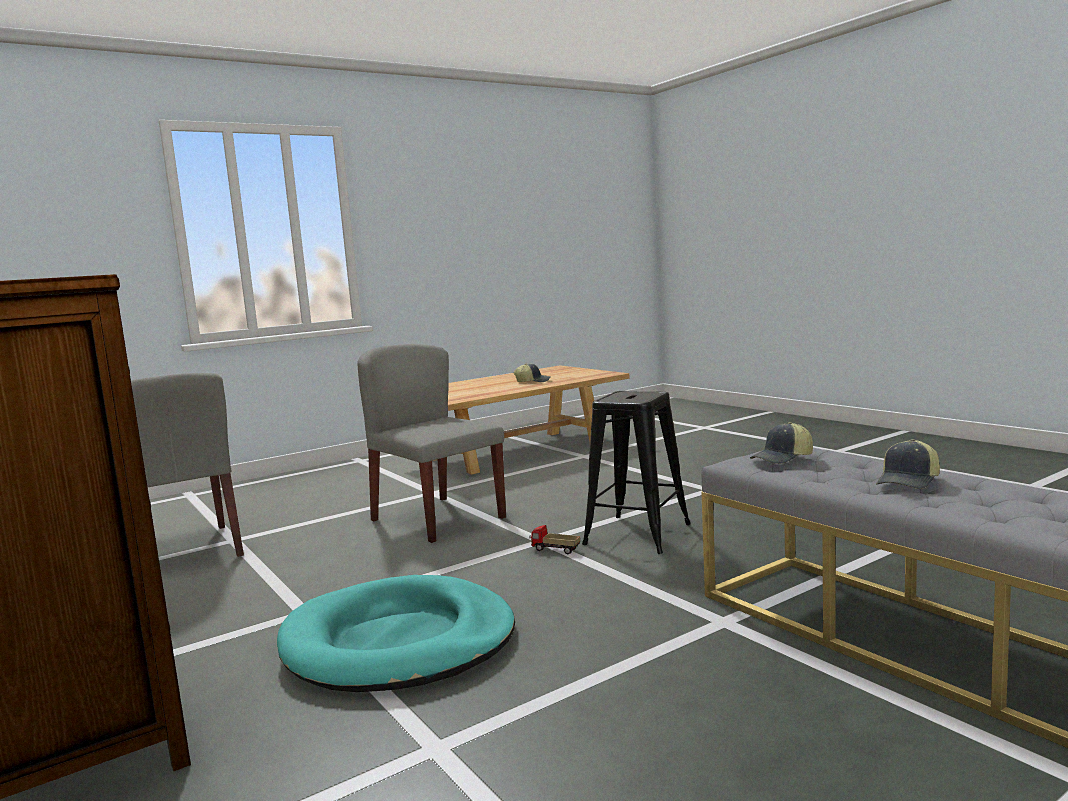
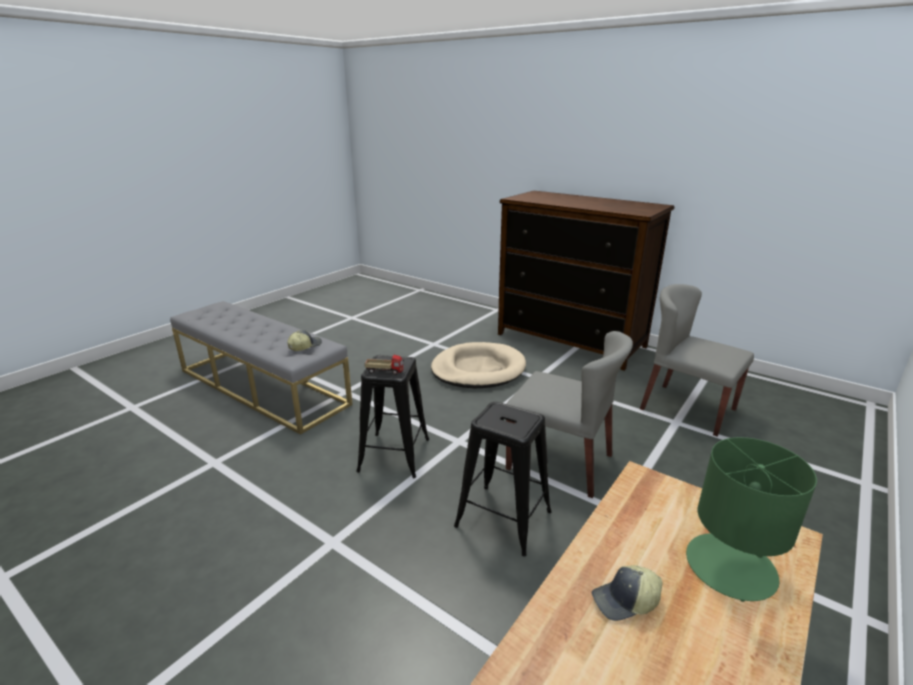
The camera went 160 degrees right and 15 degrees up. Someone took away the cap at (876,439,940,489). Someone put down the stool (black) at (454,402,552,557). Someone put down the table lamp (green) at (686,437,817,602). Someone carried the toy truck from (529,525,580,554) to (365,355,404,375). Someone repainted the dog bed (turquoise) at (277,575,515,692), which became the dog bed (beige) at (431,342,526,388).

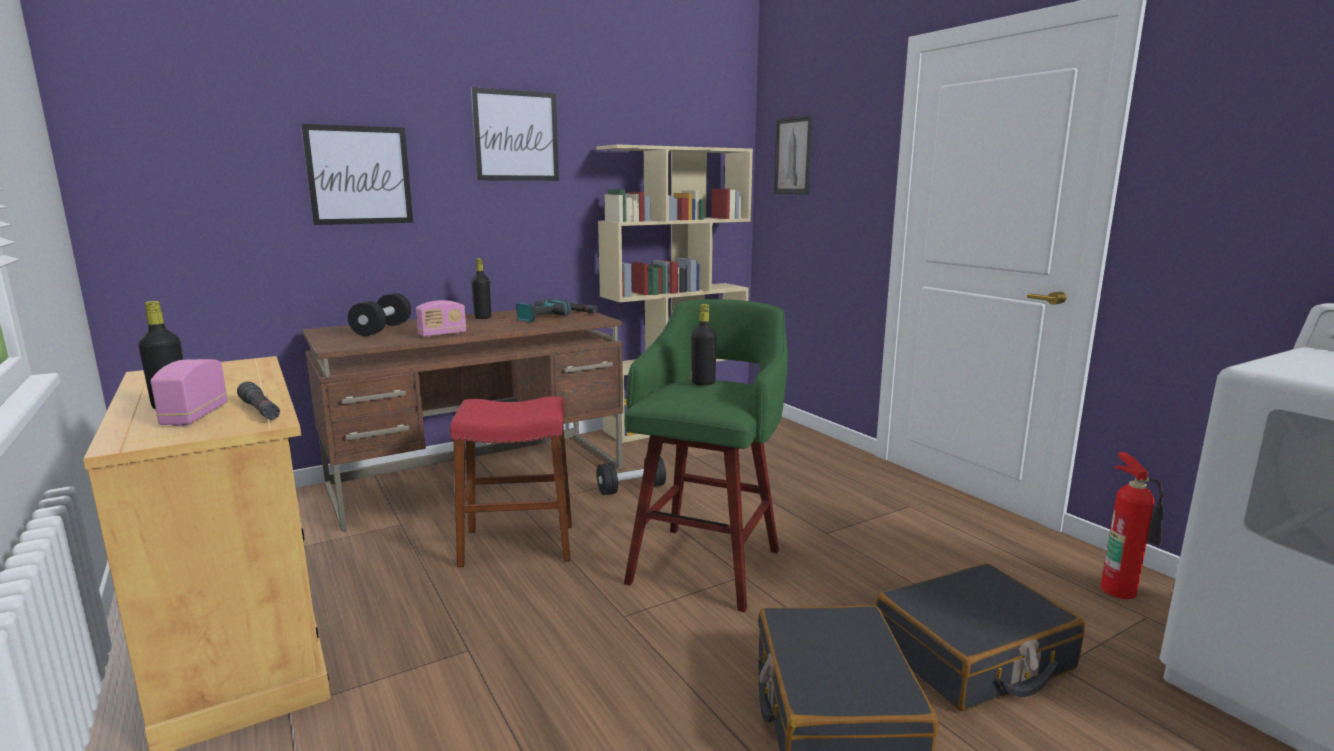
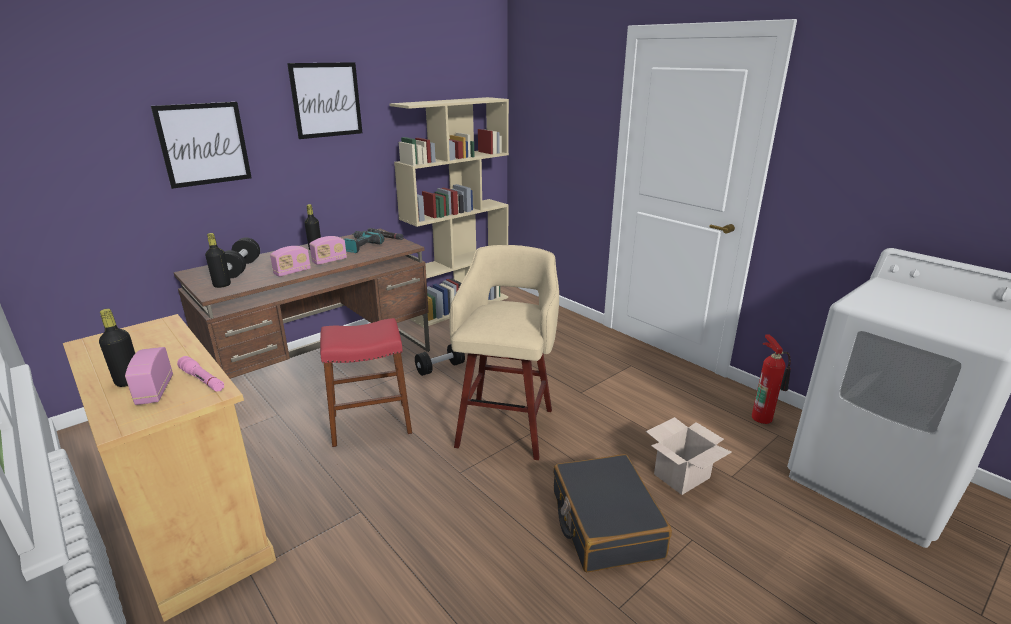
The camera went 10 degrees left and 10 degrees up. Someone took away the picture at (774,115,813,194). Someone put down the radio at (309,236,347,265). Someone carried the bottle (black) from (691,304,717,386) to (205,233,231,288). Someone swapped the suitcase (black) at (876,563,1085,711) for the cardboard box at (646,417,732,495). Someone repainted the flashlight (black) at (237,382,280,420), which became the flashlight (pink) at (177,356,224,392). Someone repainted the stool (green) at (624,299,788,612), which became the stool (beige) at (449,245,559,460).

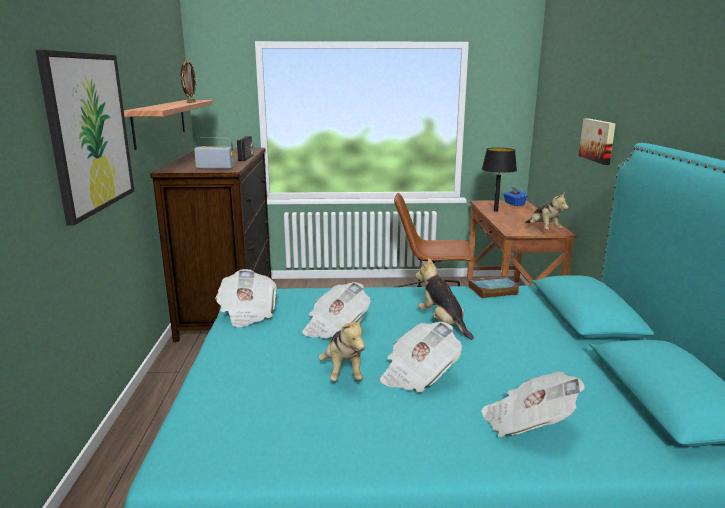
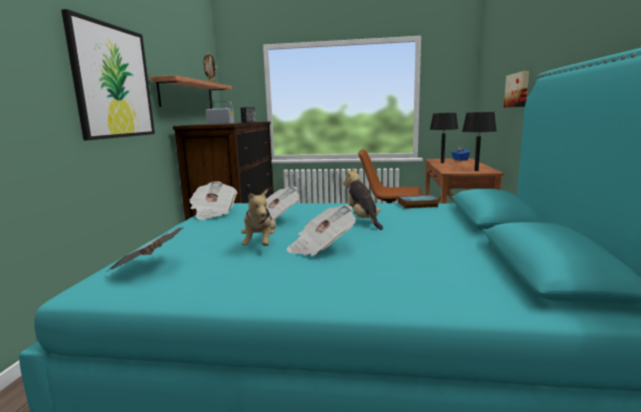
The camera went 10 degrees right and 5 degrees down. Someone carried the newspaper from (481,372,585,437) to (106,227,184,272). Someone swapped the plush toy at (525,192,569,229) for the table lamp (black) at (462,112,497,171).

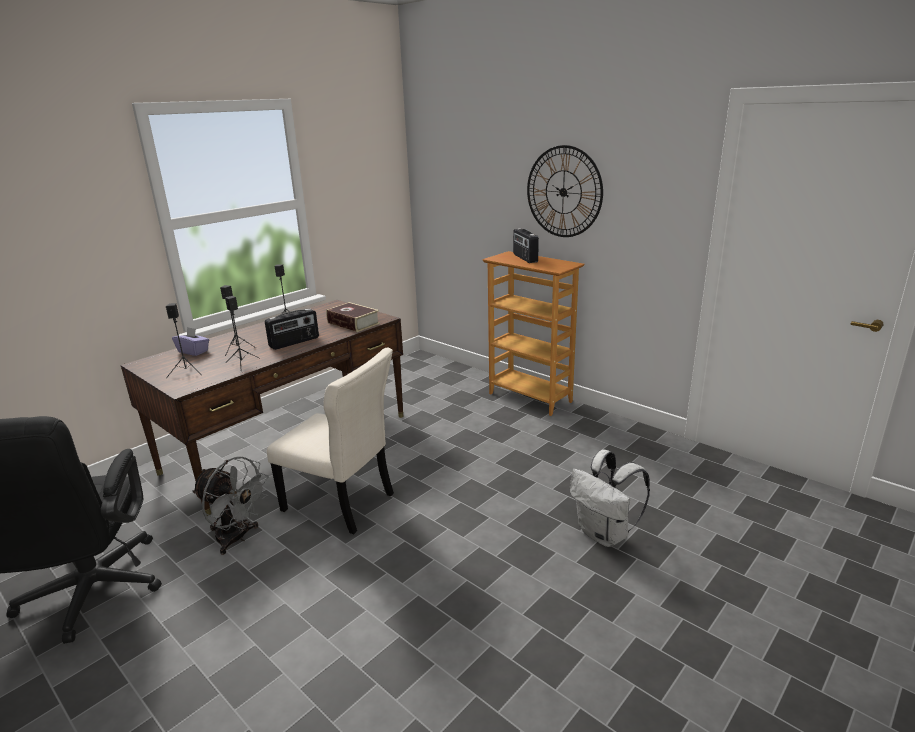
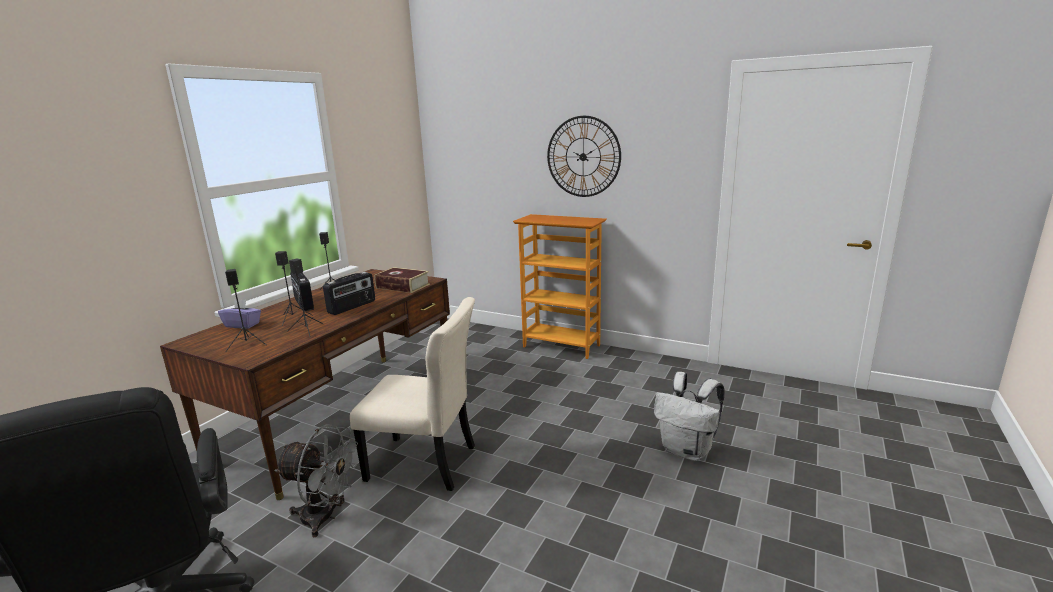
The camera went 15 degrees left and 5 degrees down. Someone carried the radio from (513,228,539,263) to (290,272,314,311).

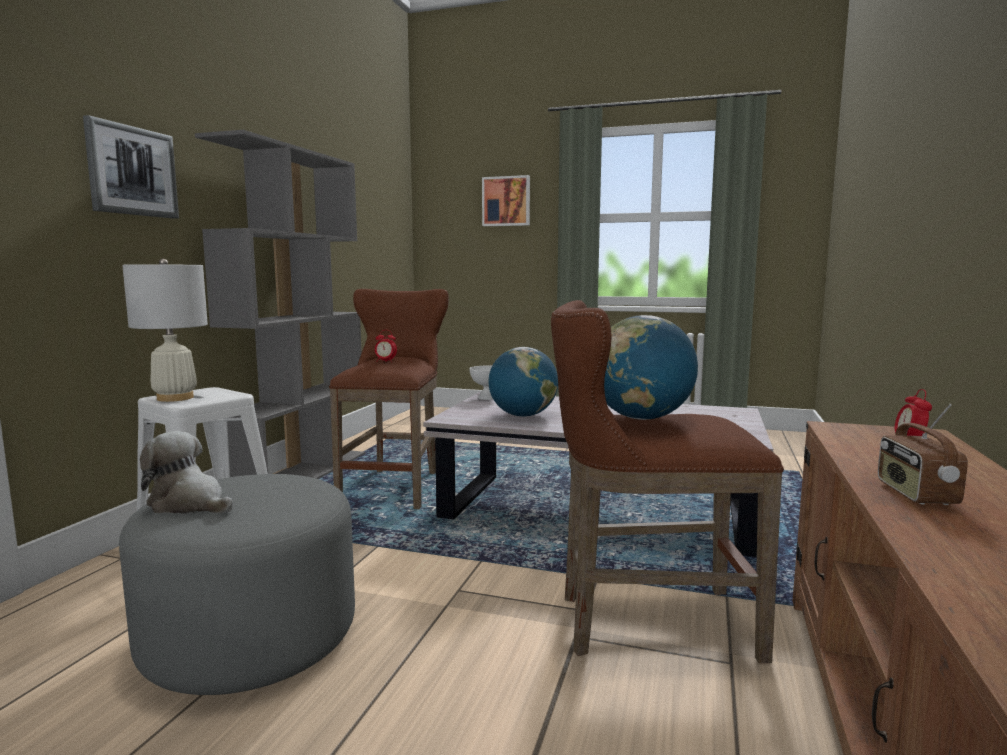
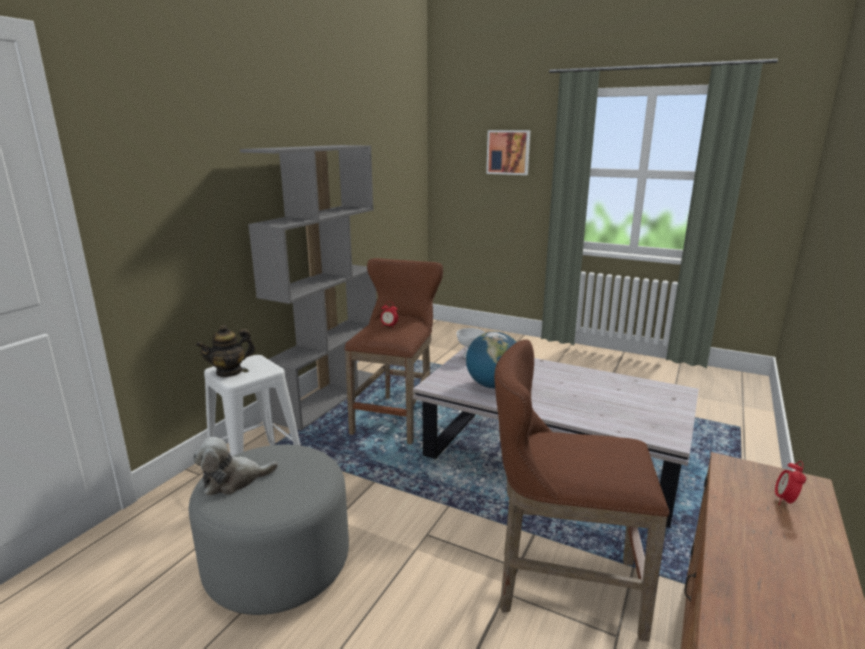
The camera went 10 degrees right and 10 degrees up. Someone took away the picture at (83,115,179,219). Someone took away the globe at (604,315,698,420). Someone took away the radio at (878,404,968,505). Someone swapped the table lamp (white) at (122,259,208,402) for the teapot at (196,324,255,377). Someone rotated the plush toy at (140,431,233,514) by 60 degrees counterclockwise.

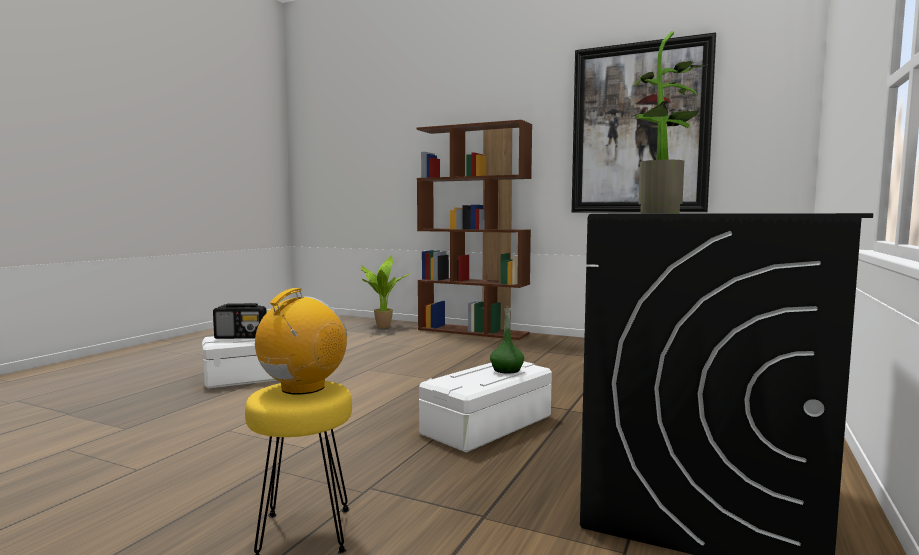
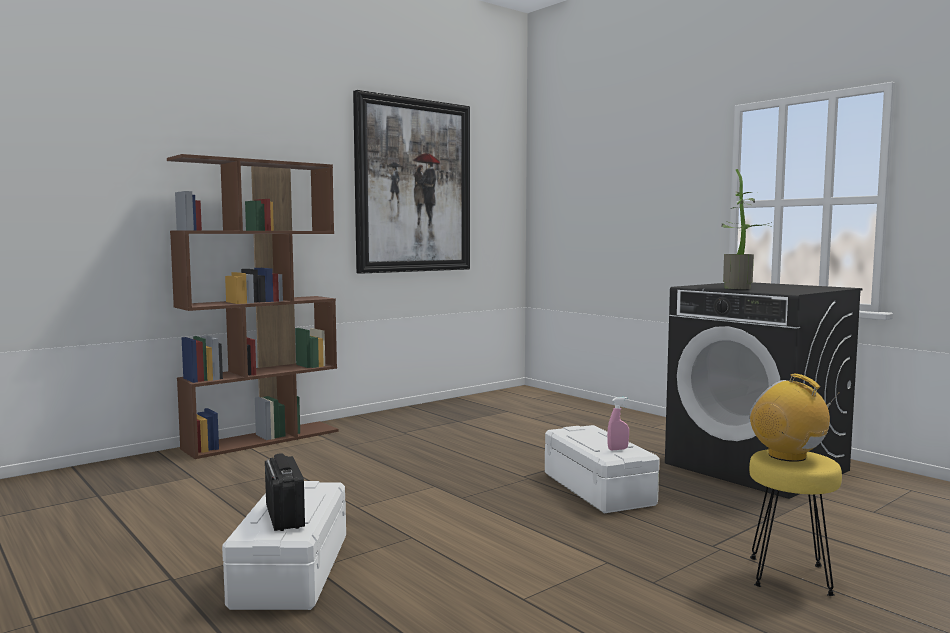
The camera went 65 degrees left and 0 degrees up. Someone took away the potted plant at (359,255,411,328). Someone took away the bottle (green) at (490,306,524,374). Someone put down the spray bottle (pink) at (607,397,629,450). Someone rotated the radio at (213,303,266,339) by 45 degrees counterclockwise.

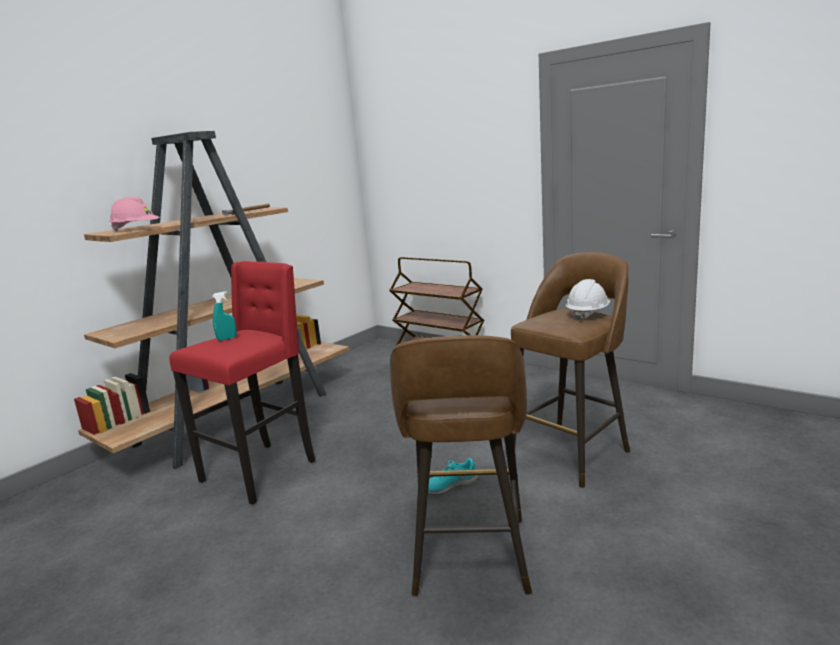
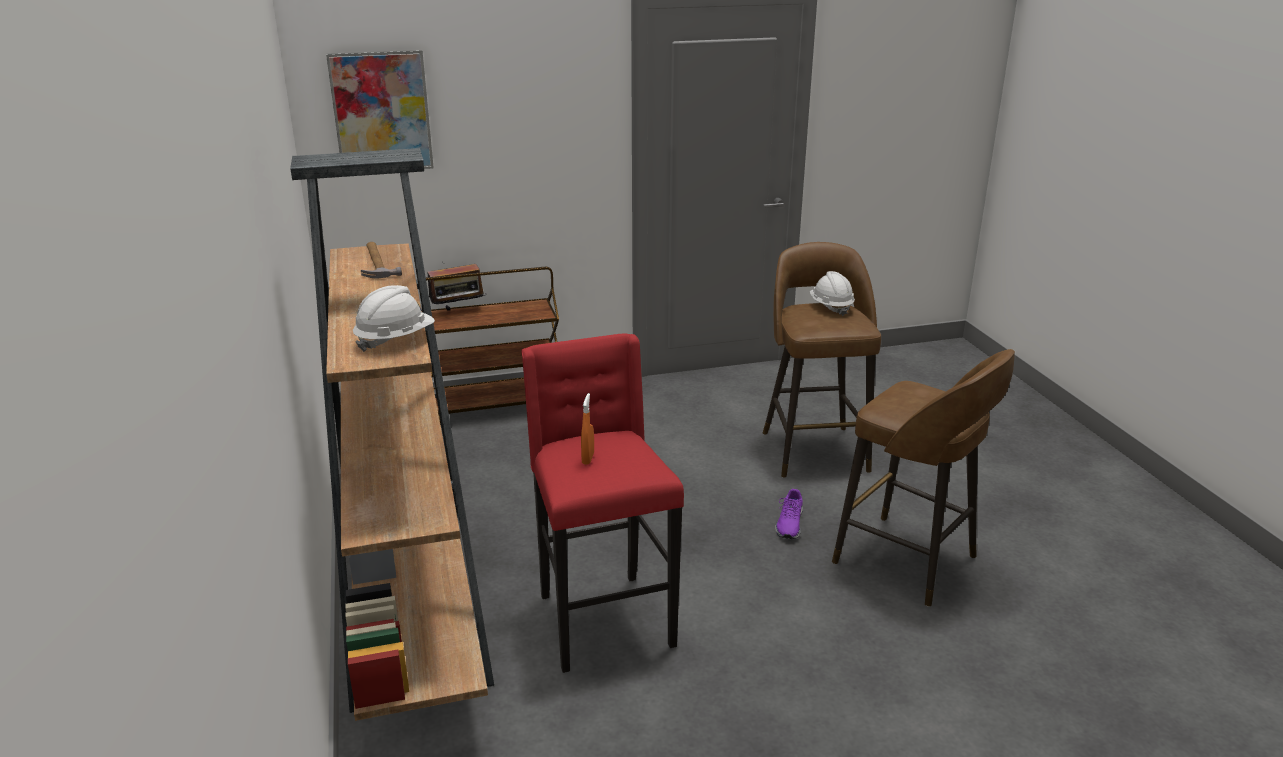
The camera went 55 degrees left and 10 degrees up. Someone put up the picture at (326,50,434,169). Someone put down the radio at (427,264,487,311). Someone repainted the hard hat (pink) at (109,197,160,231), which became the hard hat (white) at (353,285,435,352). Someone repainted the spray bottle (turquoise) at (212,291,237,341), which became the spray bottle (orange) at (581,393,594,465). Someone repainted the shoe (turquoise) at (428,458,479,495), which became the shoe (purple) at (775,489,803,539).

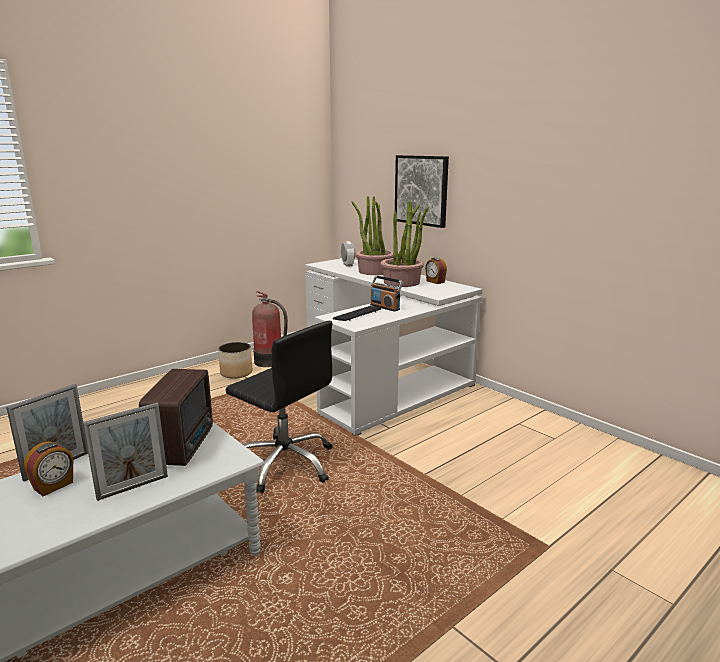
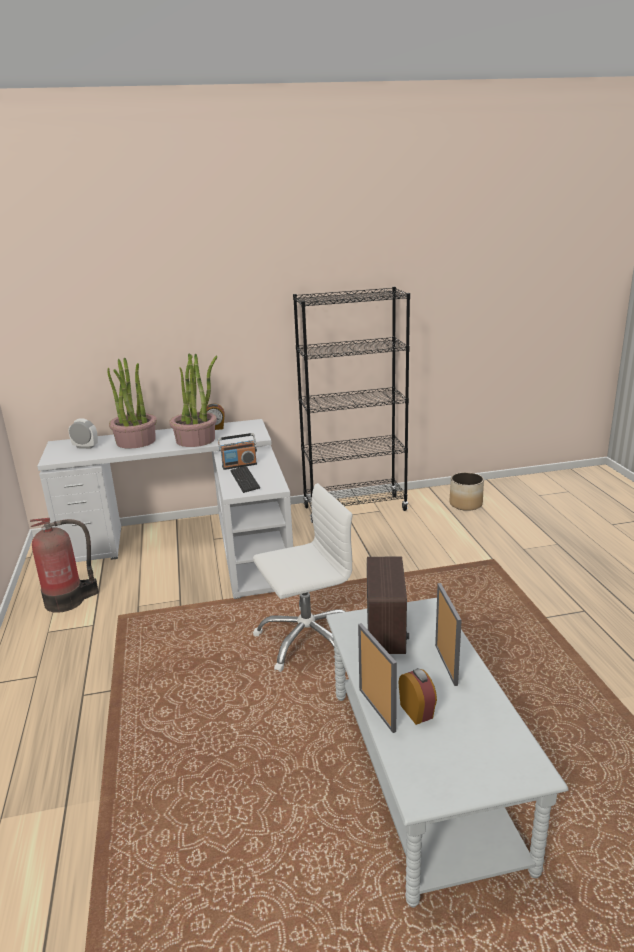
The camera went 60 degrees left and 5 degrees up. Someone took away the picture at (395,155,449,228). Someone put down the bookcase (black) at (293,287,410,523). Someone carried the planter from (218,342,252,379) to (450,472,484,511). Someone repainted the office chair (black) at (226,321,332,494), which became the office chair (white) at (253,483,353,672). Someone rotated the radio at (139,369,213,466) by 60 degrees clockwise.

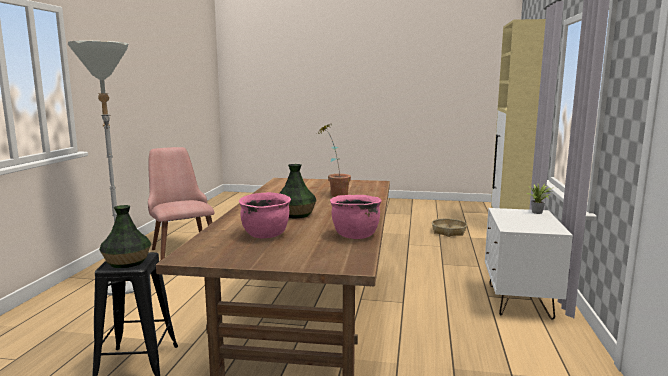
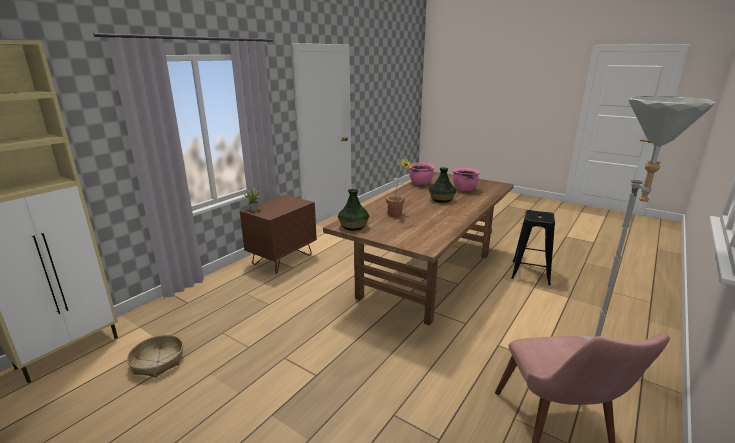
The camera went 155 degrees left and 10 degrees up. Someone carried the vase from (99,205,151,268) to (338,189,370,231). Someone repainted the nightstand (white) at (485,208,573,320), which became the nightstand (brown) at (240,195,317,274).

